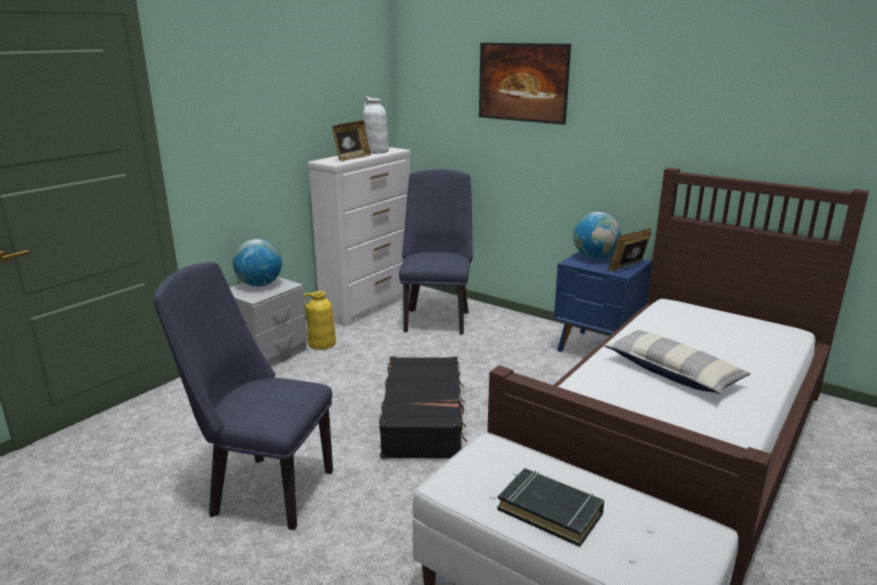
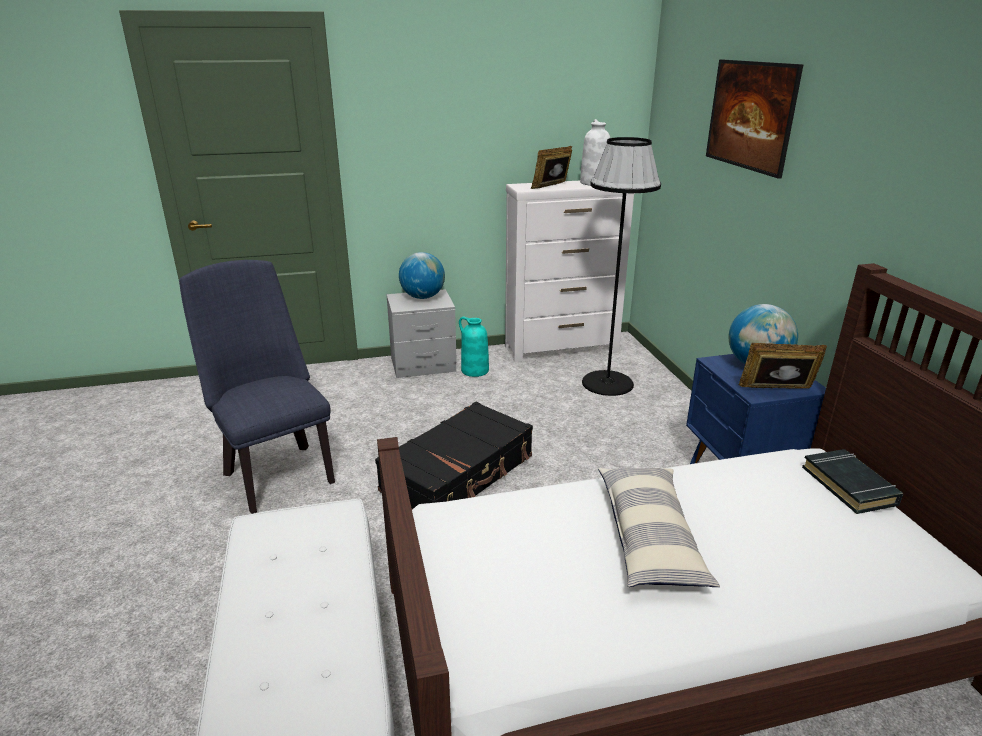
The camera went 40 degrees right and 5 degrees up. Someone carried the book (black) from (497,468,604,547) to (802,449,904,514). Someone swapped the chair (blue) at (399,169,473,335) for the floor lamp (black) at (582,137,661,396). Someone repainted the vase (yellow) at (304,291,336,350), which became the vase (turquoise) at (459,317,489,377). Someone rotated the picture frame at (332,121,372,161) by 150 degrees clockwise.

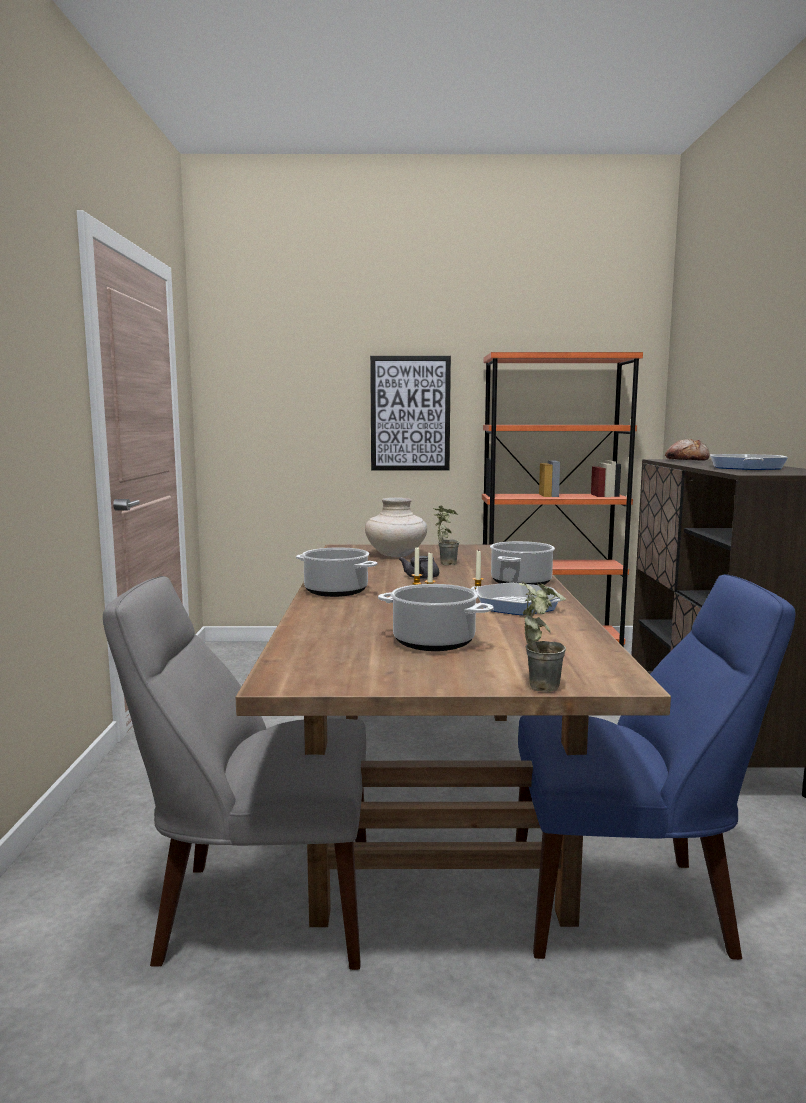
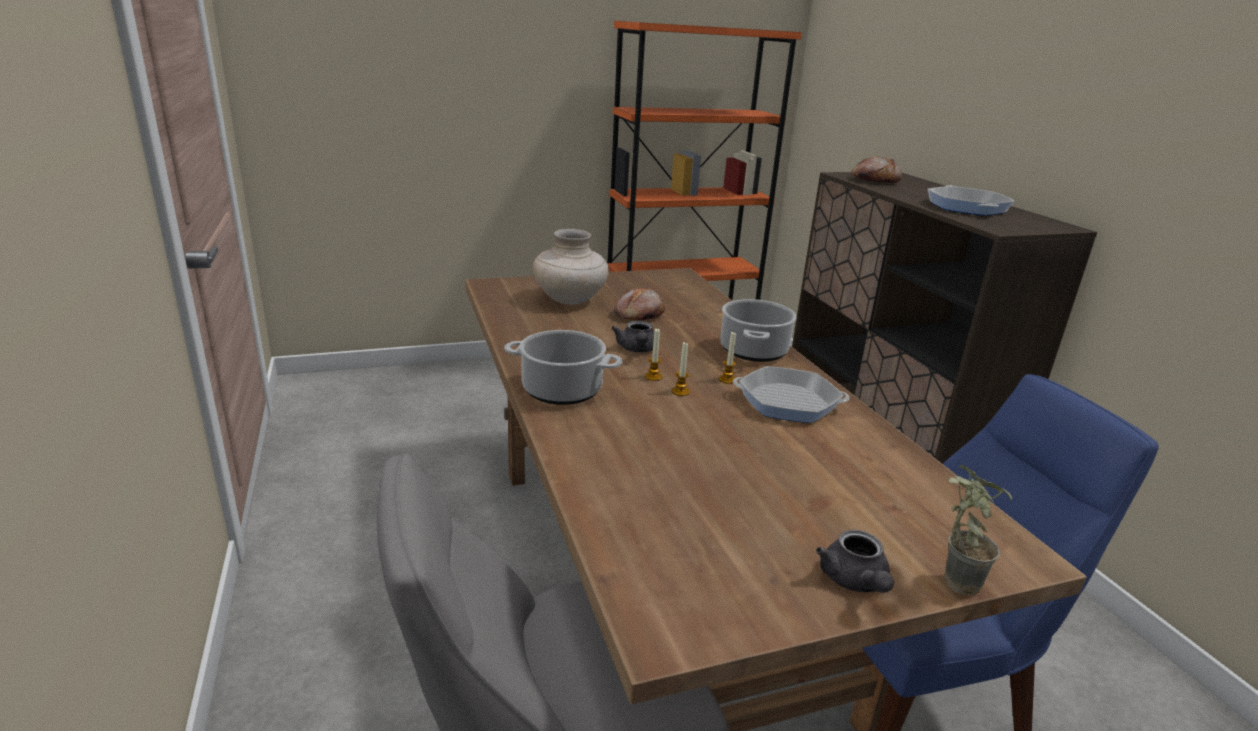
The camera went 20 degrees left and 15 degrees up. Someone took away the picture at (370,356,451,470). Someone took away the cooking pot at (378,584,494,651). Someone put down the teapot (grey) at (816,530,894,593). Someone swapped the potted plant at (433,506,459,565) for the bread at (614,287,665,321).

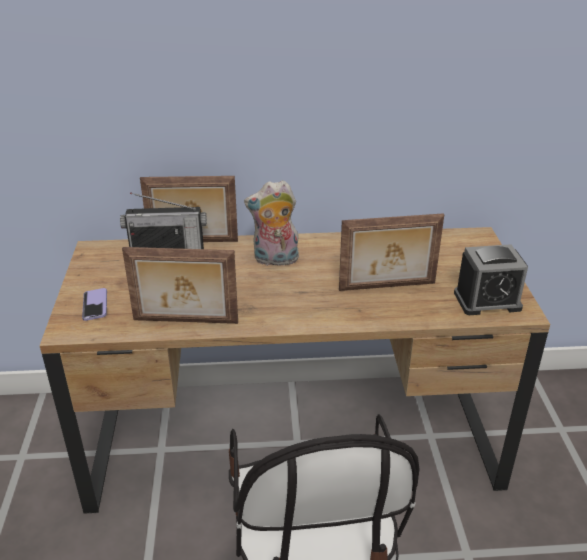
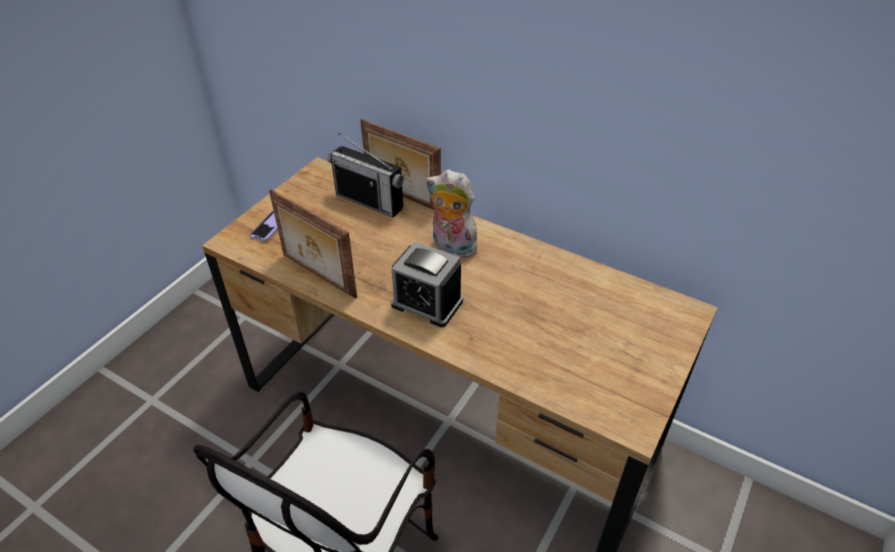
The camera went 35 degrees right and 10 degrees up. Someone took away the picture frame at (339,213,444,291). Someone carried the alarm clock from (454,244,528,315) to (391,241,463,327).

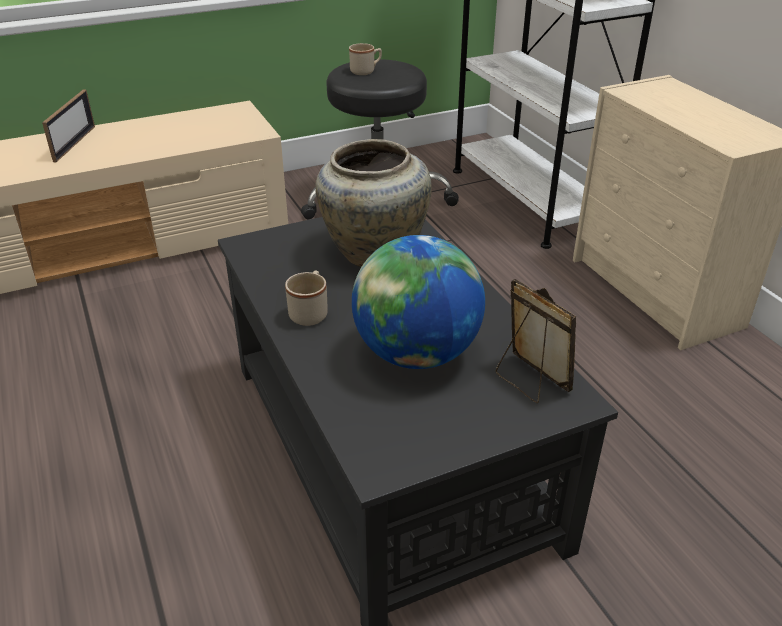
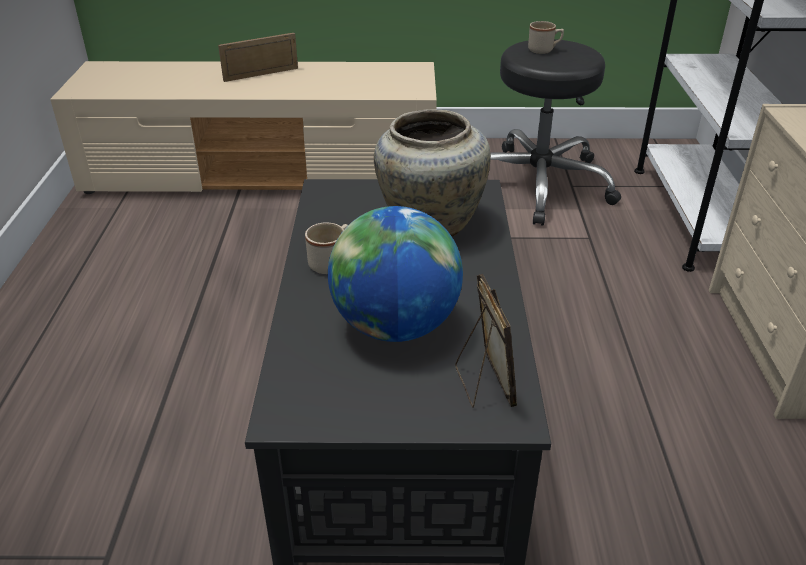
The camera went 25 degrees right and 0 degrees up. Someone rotated the picture frame at (42,90,95,162) by 150 degrees counterclockwise.

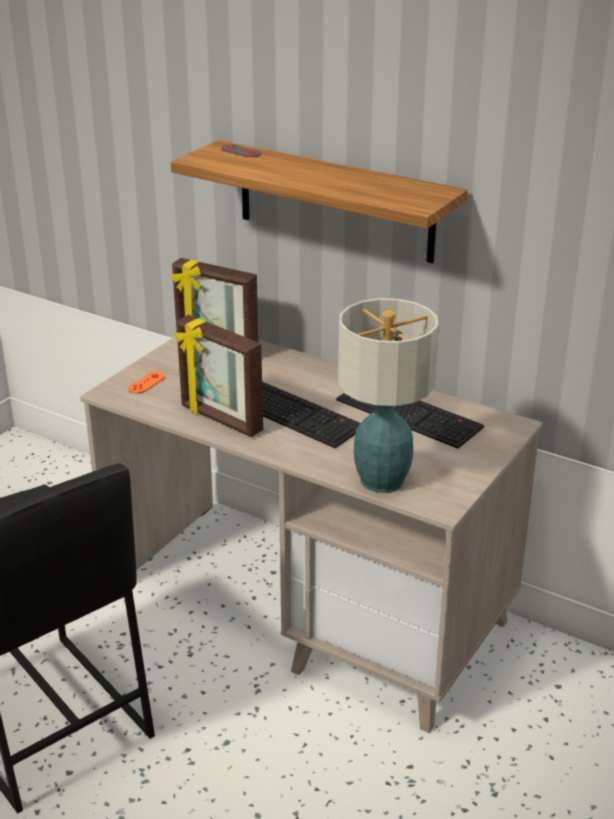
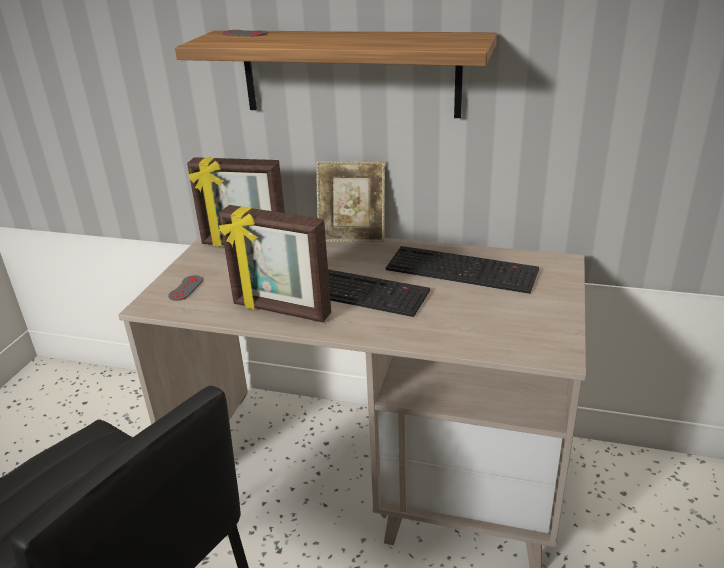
The camera went 15 degrees left and 0 degrees up. Someone took away the table lamp at (338,298,439,493). Someone put down the picture frame at (316,161,385,242). Someone repainted the game controller (orange) at (128,372,164,393), which became the game controller (grey) at (168,275,203,301).

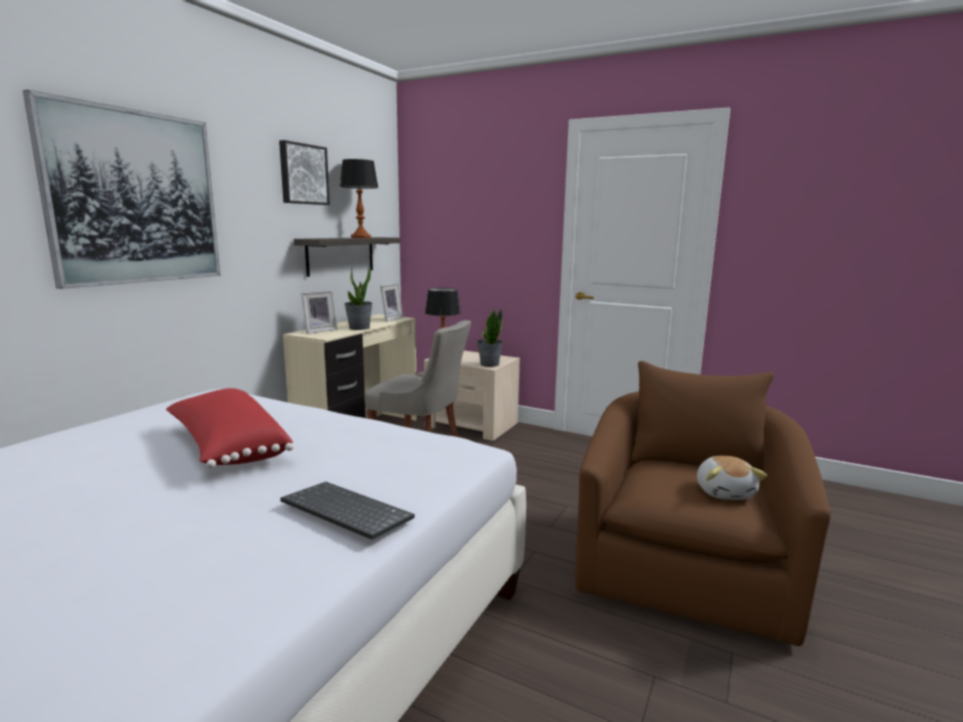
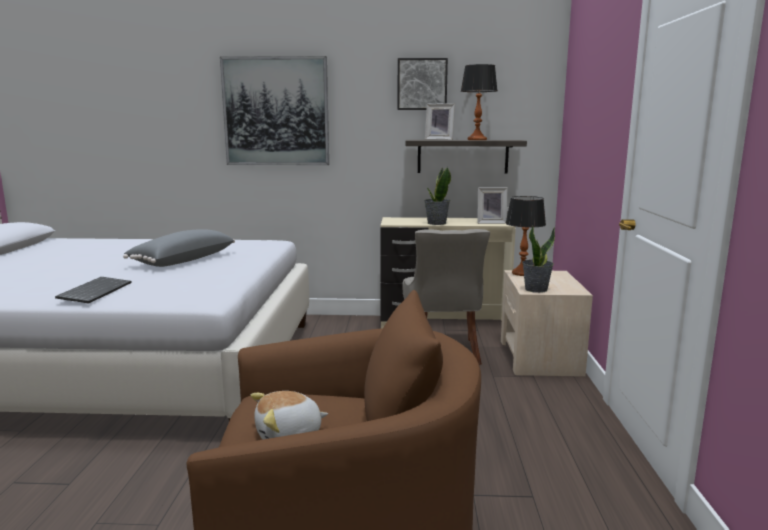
The camera went 65 degrees right and 0 degrees up. Someone carried the picture frame from (301,291,337,334) to (425,103,455,140). Someone repainted the pillow (red) at (166,388,294,468), which became the pillow (grey) at (123,229,235,267).

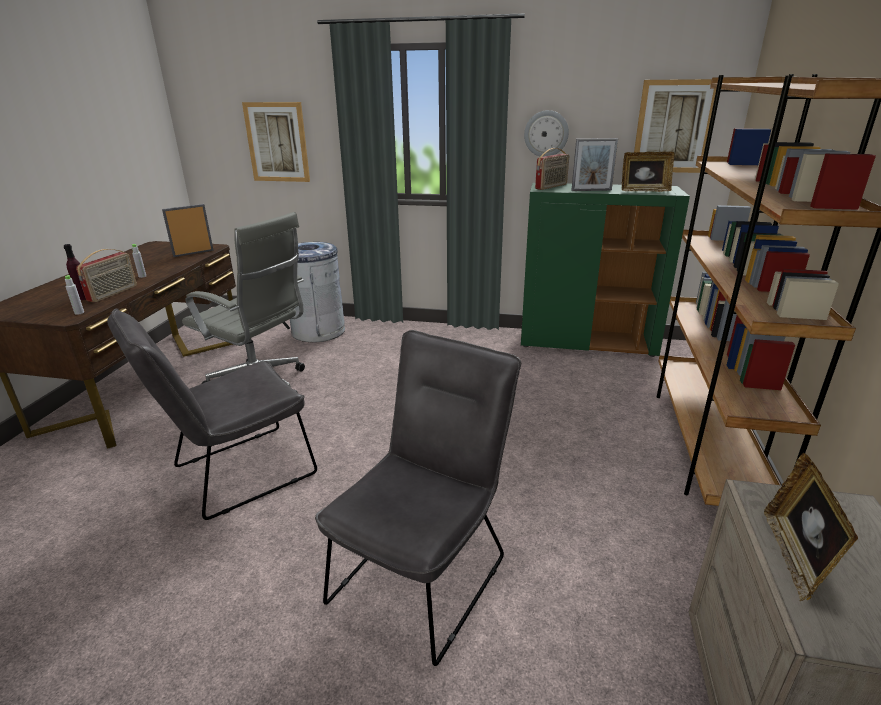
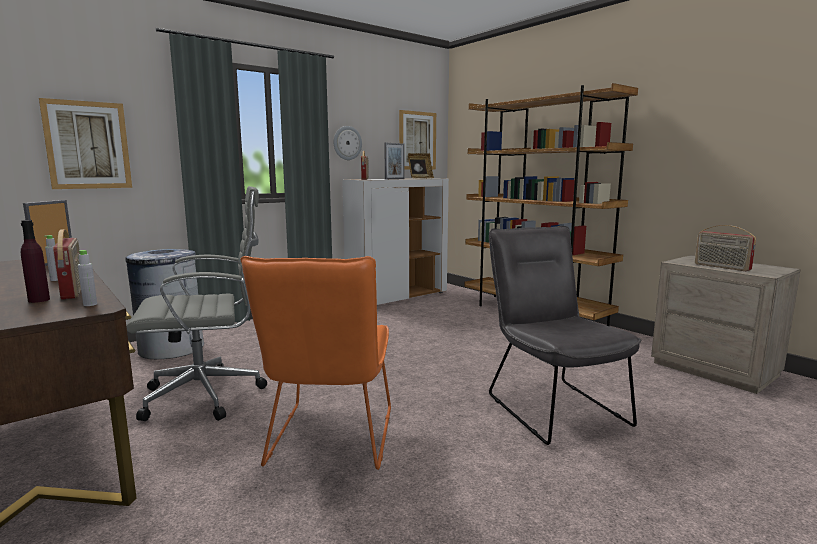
The camera went 50 degrees left and 15 degrees down. Someone swapped the picture frame at (764,453,858,601) for the radio at (695,225,756,271). Someone repainted the chair (grey) at (107,309,317,520), which became the chair (orange) at (241,256,391,470). Someone repainted the cabinet (green) at (521,183,690,357), which became the cabinet (white) at (342,178,449,305).

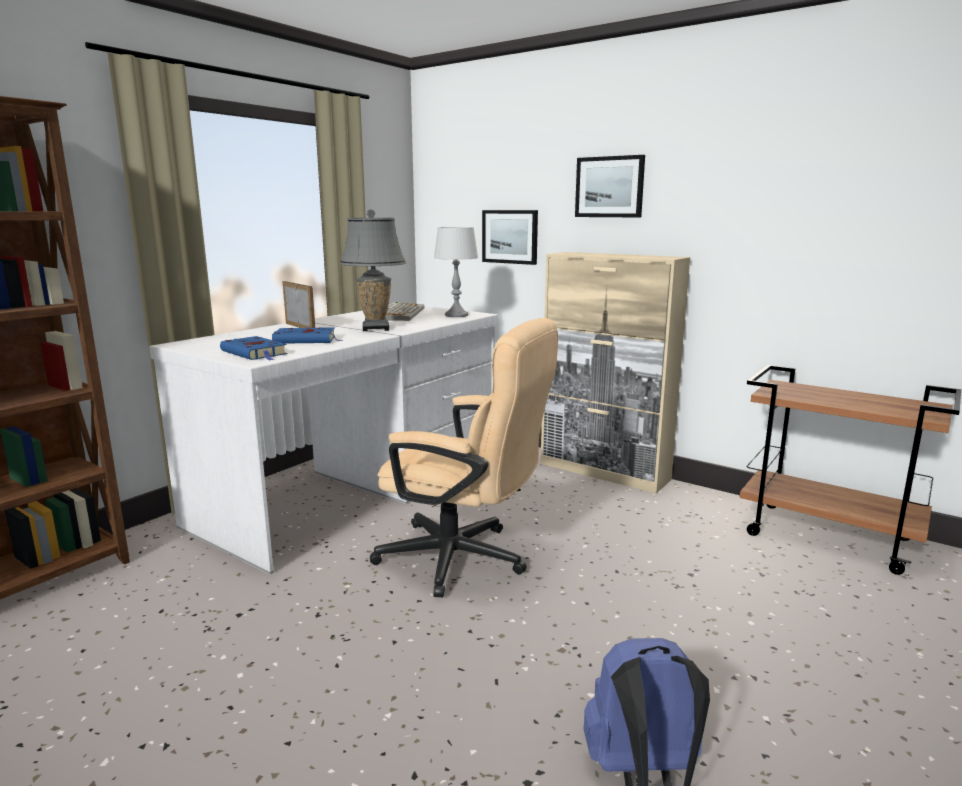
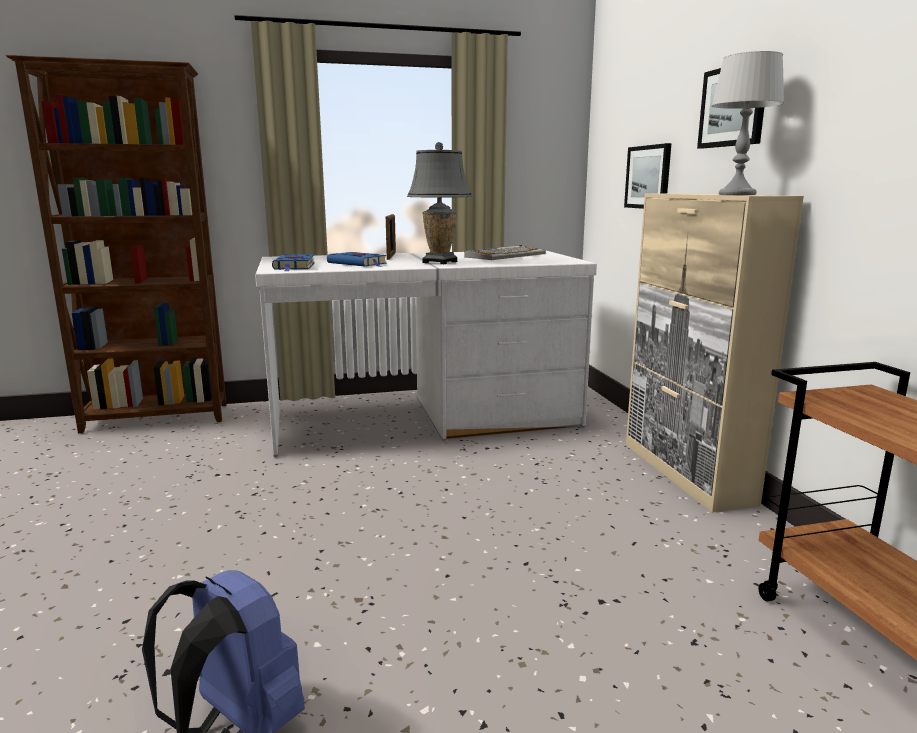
The camera went 40 degrees right and 0 degrees up. Someone took away the office chair (beige) at (370,318,558,598). Someone carried the table lamp (grey) from (434,227,478,317) to (712,51,784,195).

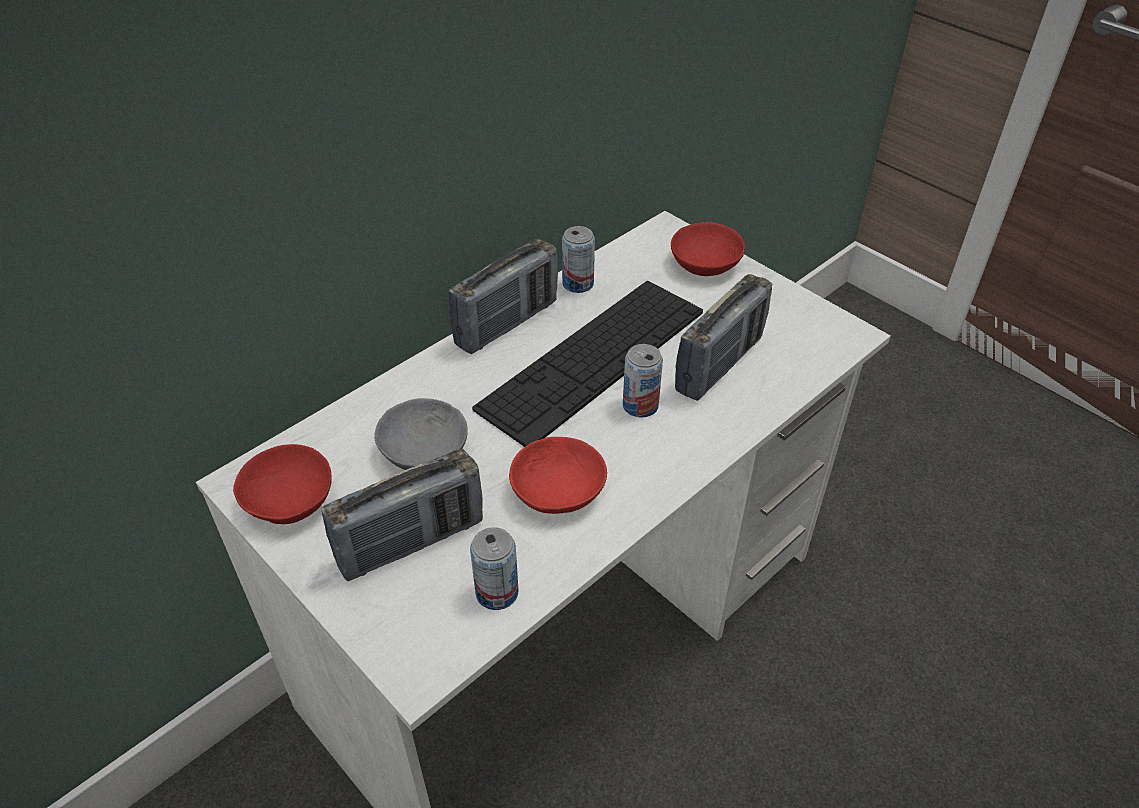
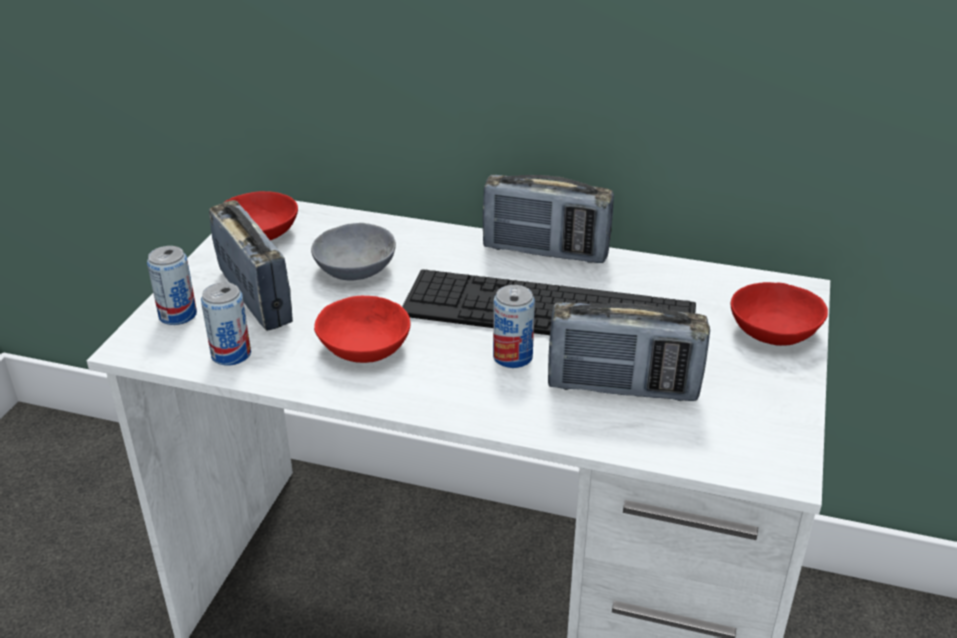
The camera went 60 degrees right and 10 degrees down. Someone carried the can from (562,226,595,293) to (147,246,197,325). Someone rotated the radio at (321,449,483,581) by 150 degrees counterclockwise.

